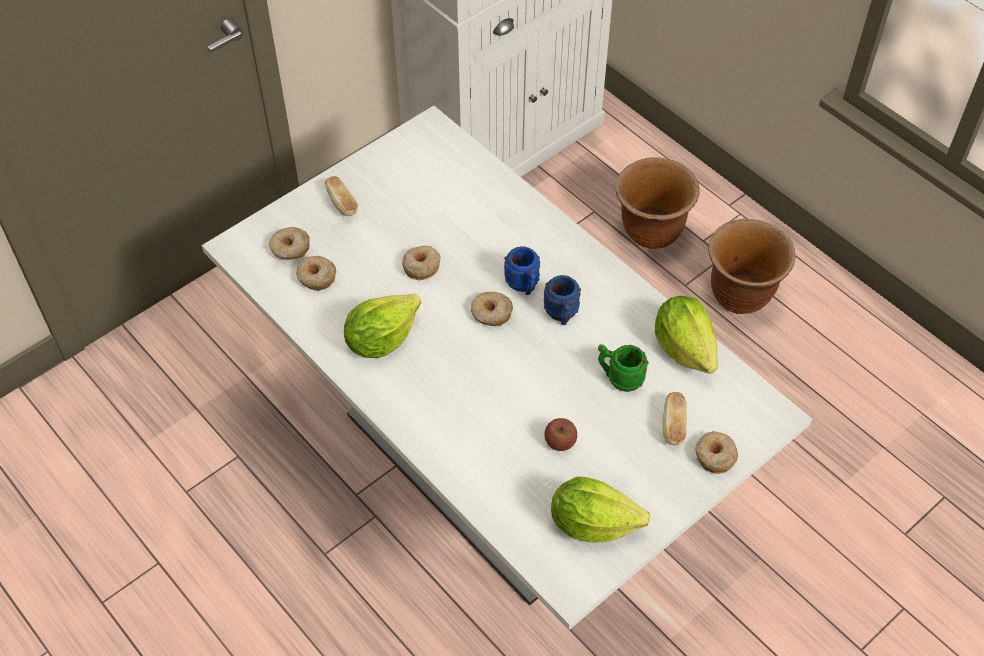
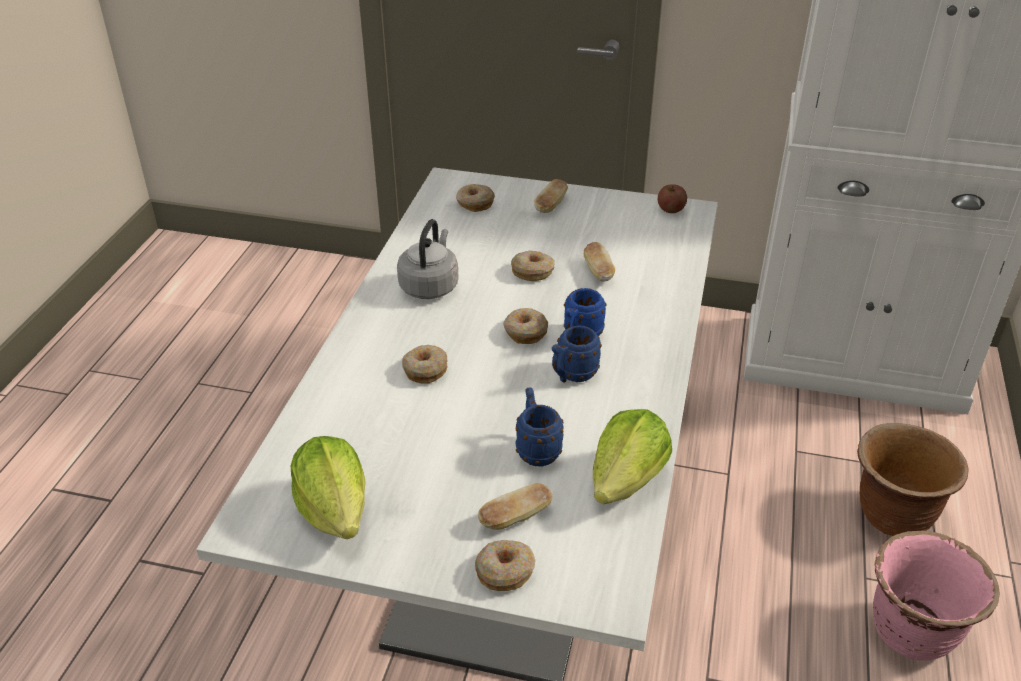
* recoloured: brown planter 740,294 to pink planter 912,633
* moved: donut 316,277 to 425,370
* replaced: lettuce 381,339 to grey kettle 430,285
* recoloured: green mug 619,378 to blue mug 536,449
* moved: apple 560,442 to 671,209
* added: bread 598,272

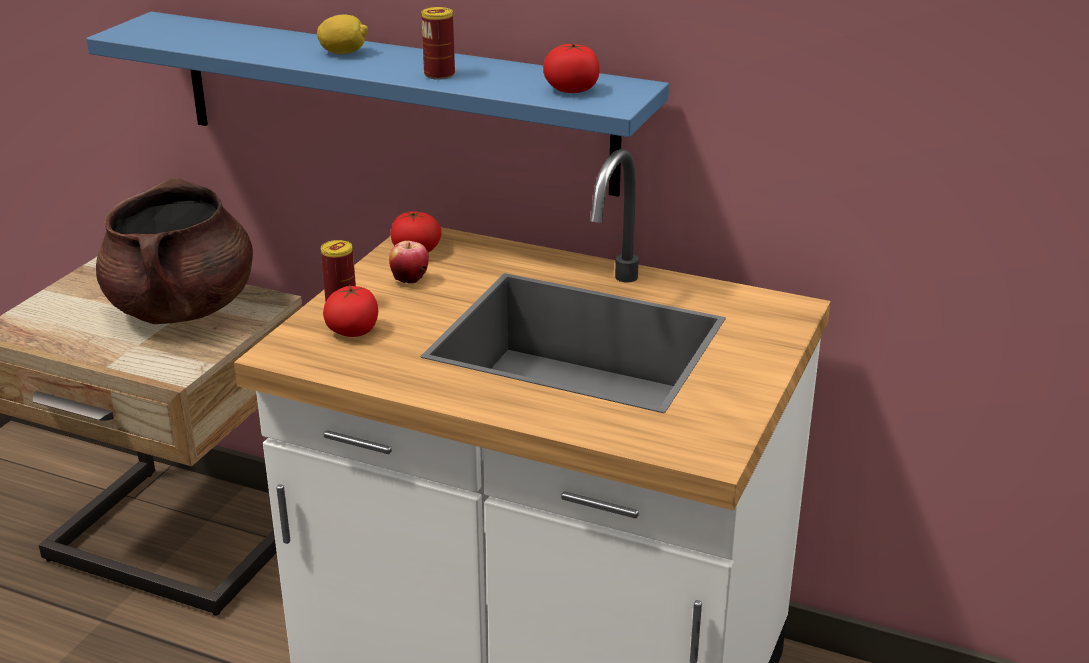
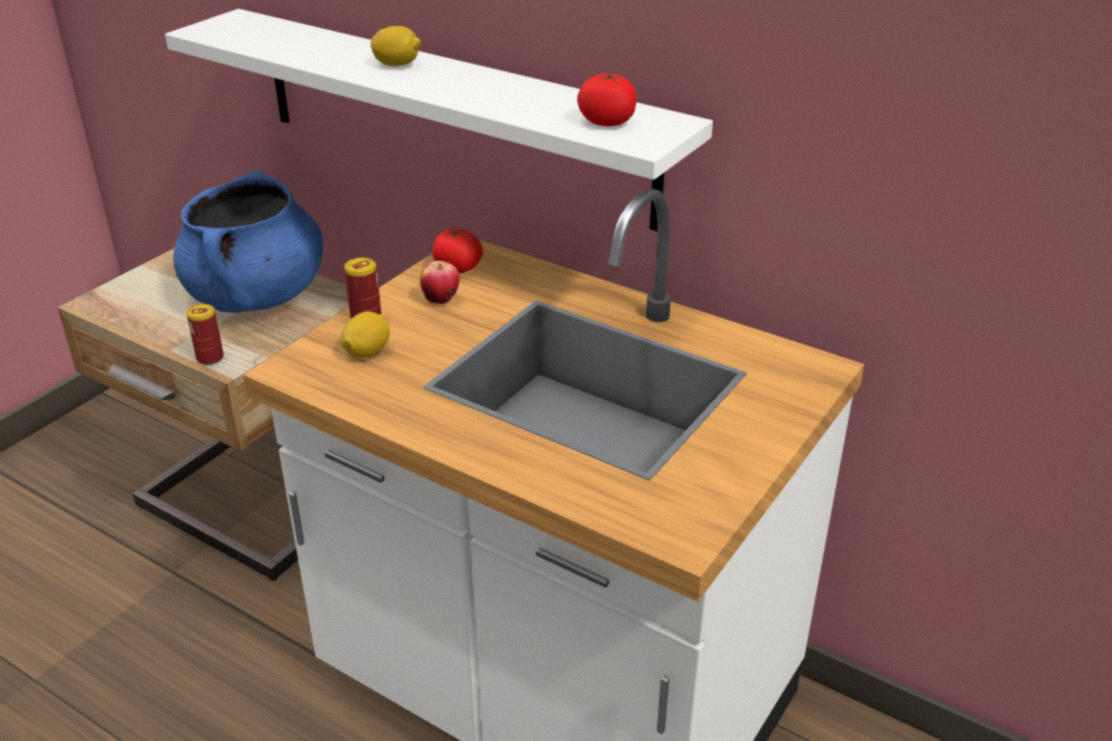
* moved: can 439,74 to 210,358
* recoloured: blue shelf 393,101 to white shelf 451,115
* recoloured: brown cooking pot 183,309 to blue cooking pot 257,296
* replaced: tomato 353,331 to lemon 367,352

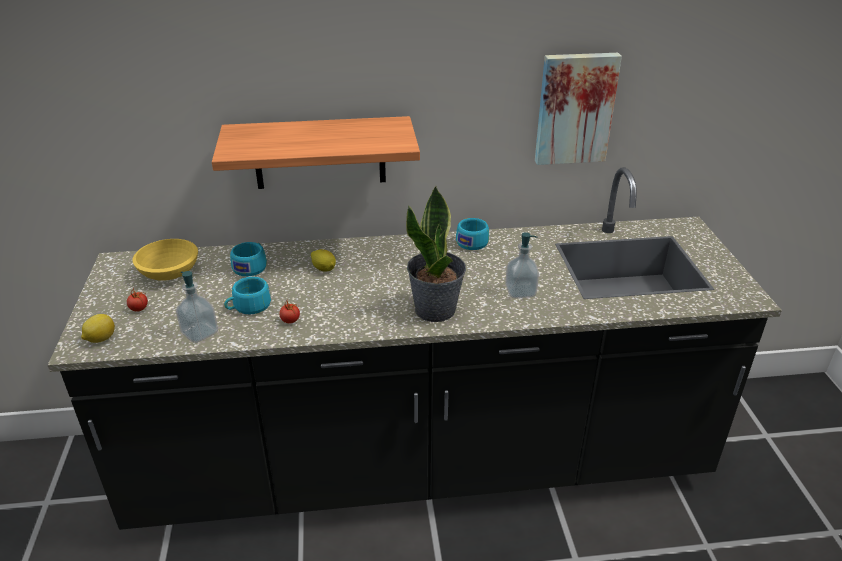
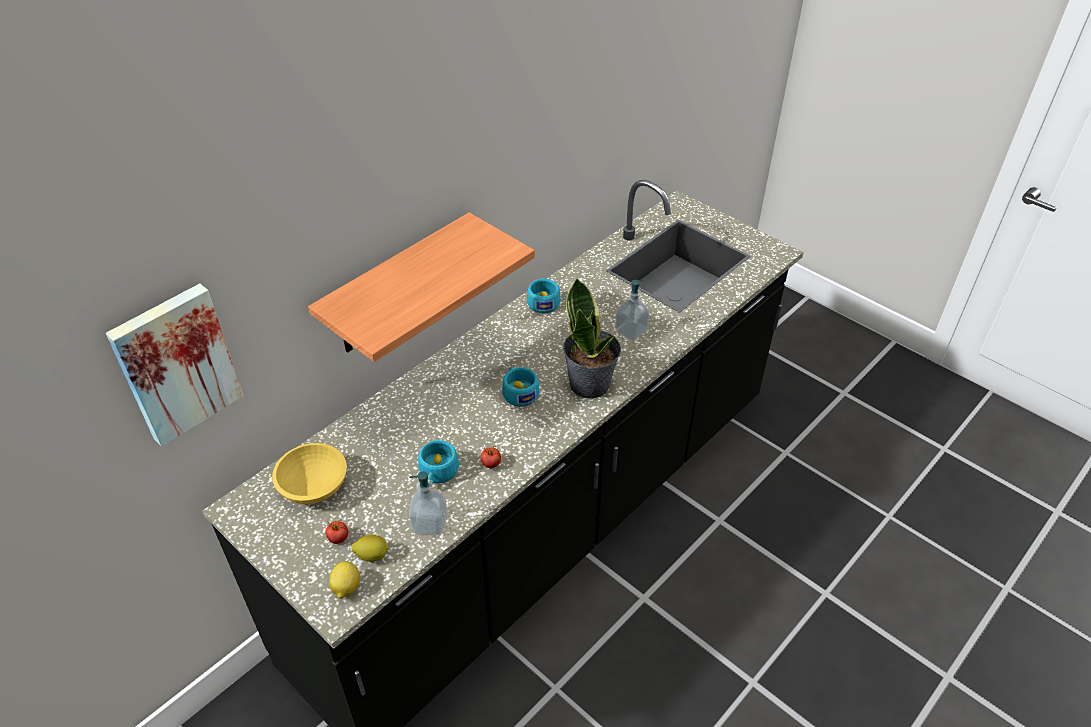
* moved: picture 574,108 to 176,363
* moved: turquoise cup 251,266 to 519,392
* moved: lemon 324,269 to 372,555

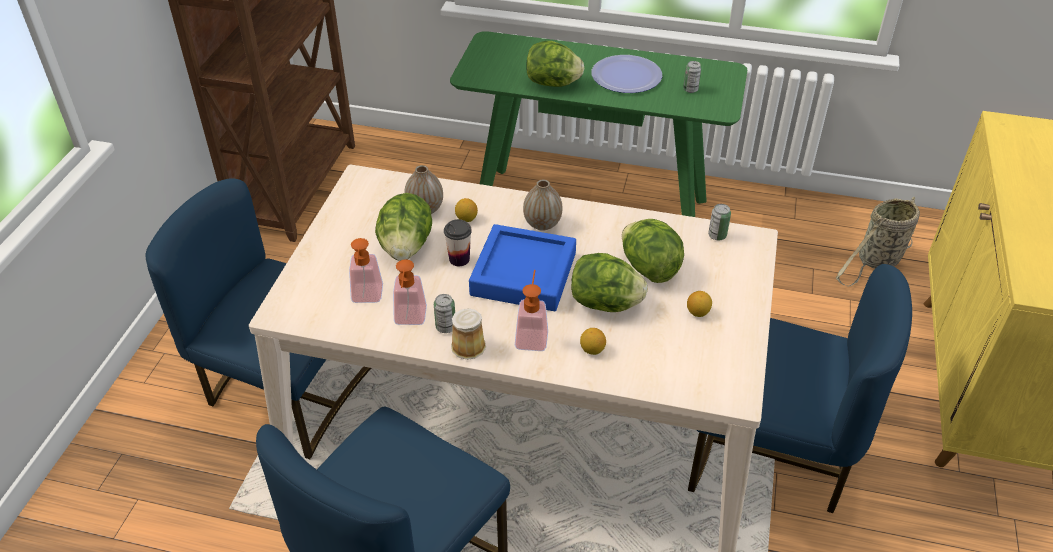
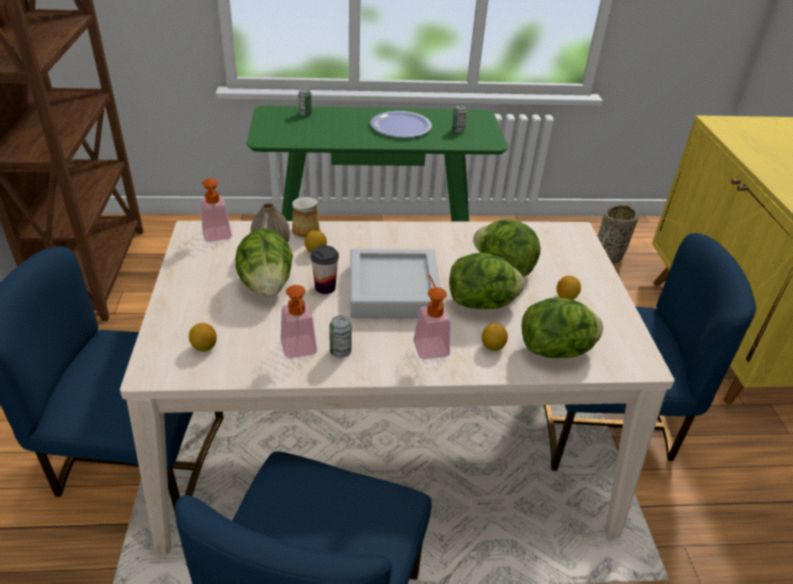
* moved: lettuce 553,83 to 556,350
* removed: vase 542,224
* moved: can 717,235 to 305,114
* recoloured: blue tray 523,274 to grey tray 393,290
* moved: soap dispenser 366,298 to 218,238
* moved: mug 469,345 to 305,231
* added: lemon 204,347

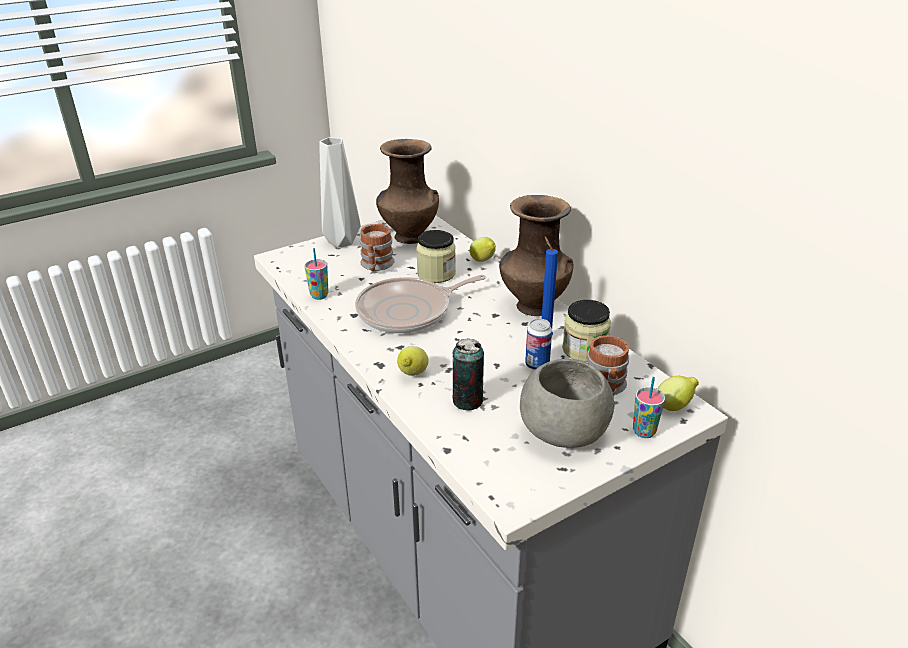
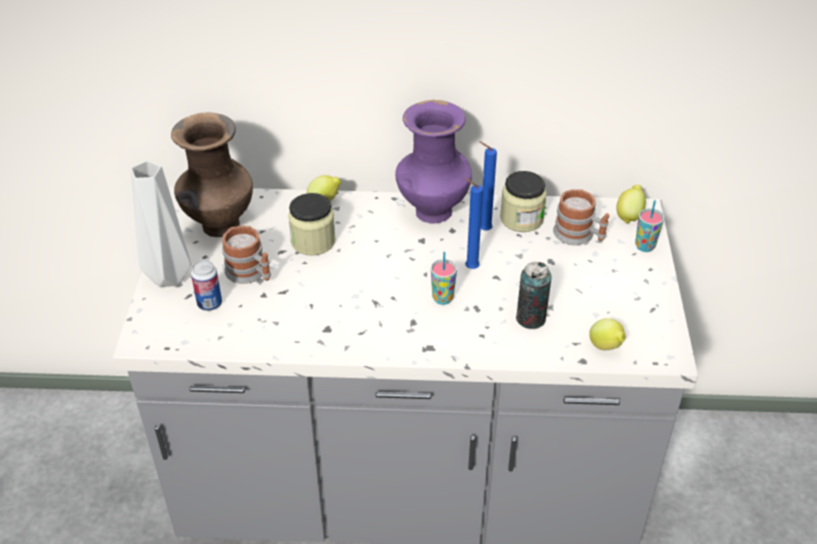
* recoloured: brown vase 532,306 to purple vase 432,212
* moved: cup 319,296 to 442,298
* removed: frying pan 408,311
* moved: can 537,365 to 209,303
* moved: lemon 412,375 to 606,347
* removed: grey bowl 563,432
* added: blue candle 469,268

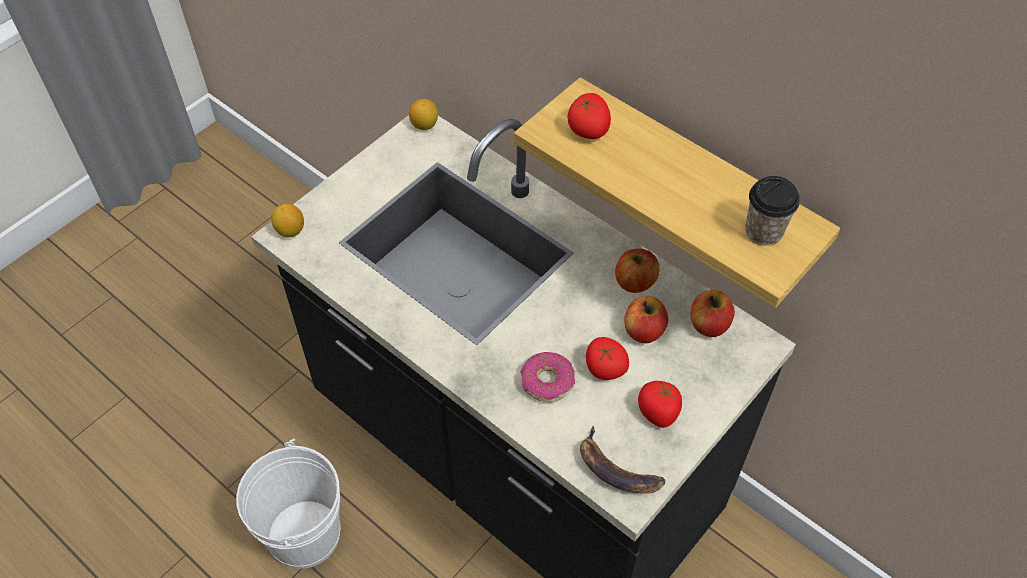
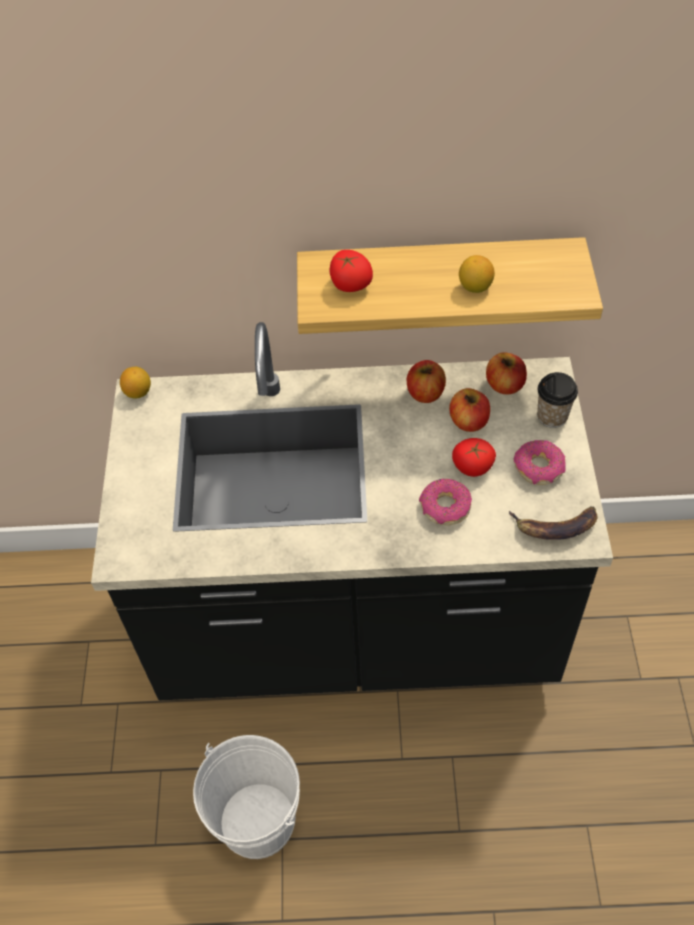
* moved: cup 763,231 to 552,416
* moved: lemon 290,231 to 475,287
* replaced: tomato 658,413 to donut 538,468

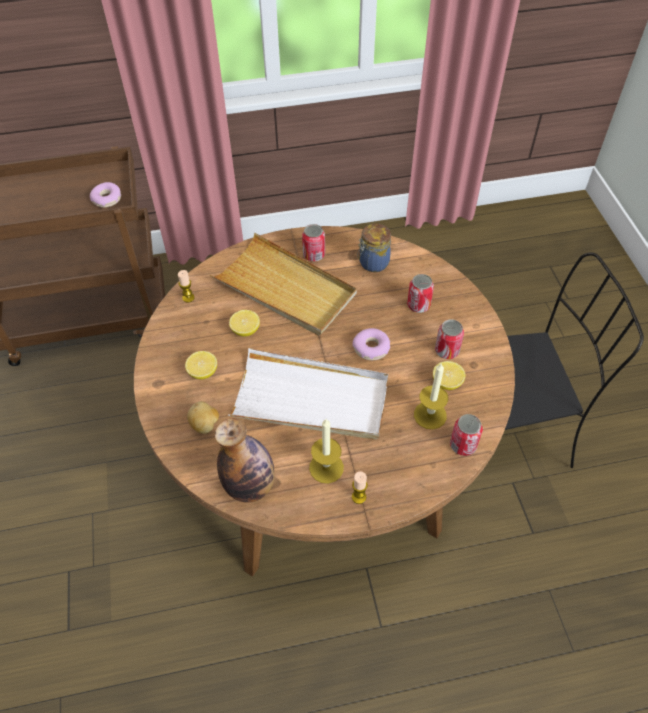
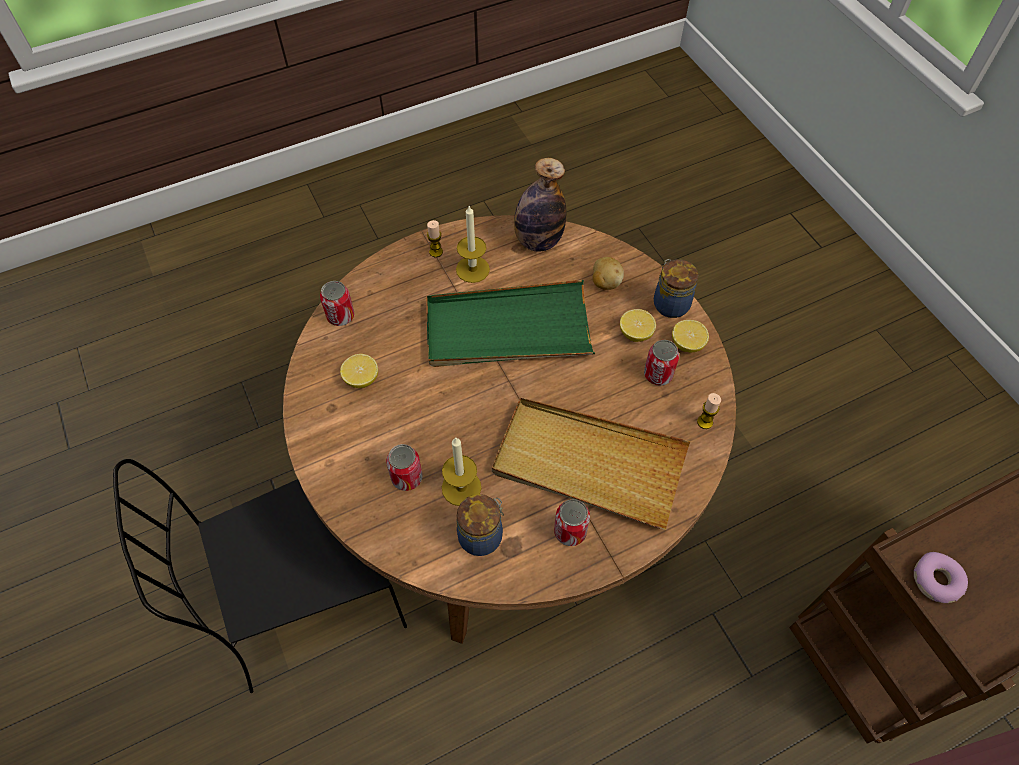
* moved: lemon 245,330 to 687,344
* moved: can 447,350 to 658,374
* removed: donut 371,348
* recoloured: white tray 311,399 to green tray 507,329
* moved: candle 430,415 to 461,487
* added: jar 670,303

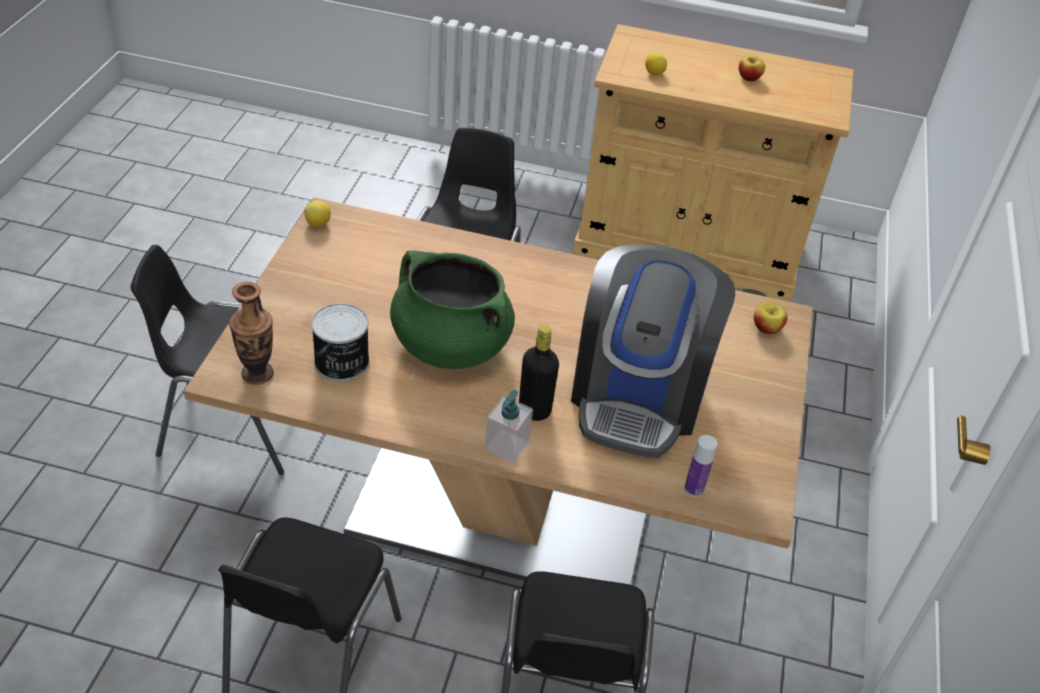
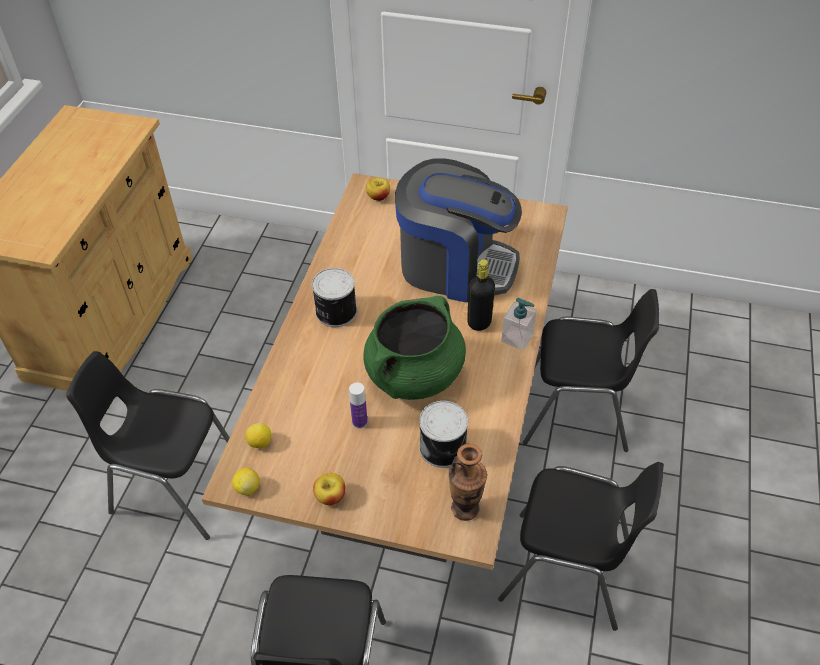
* moved: lemon 654,73 to 260,443
* moved: apple 749,78 to 330,496
* moved: bottle 694,488 to 359,422
* added: can 335,312

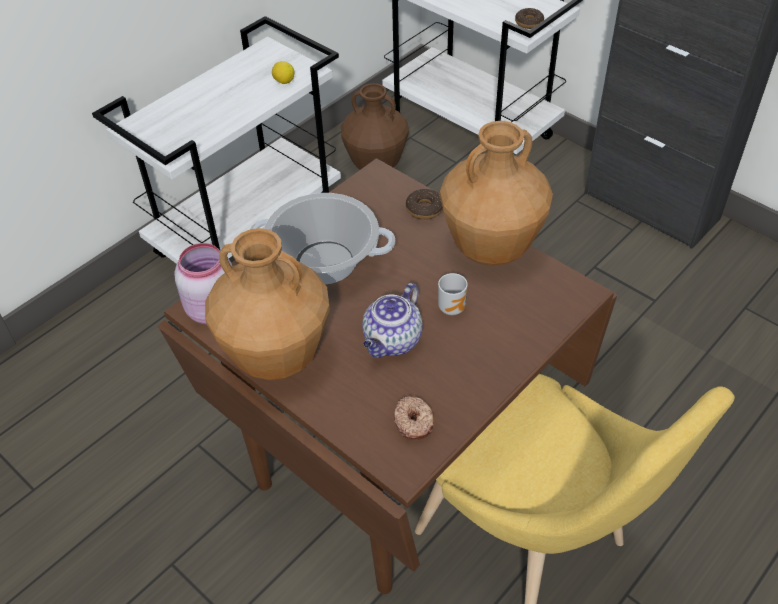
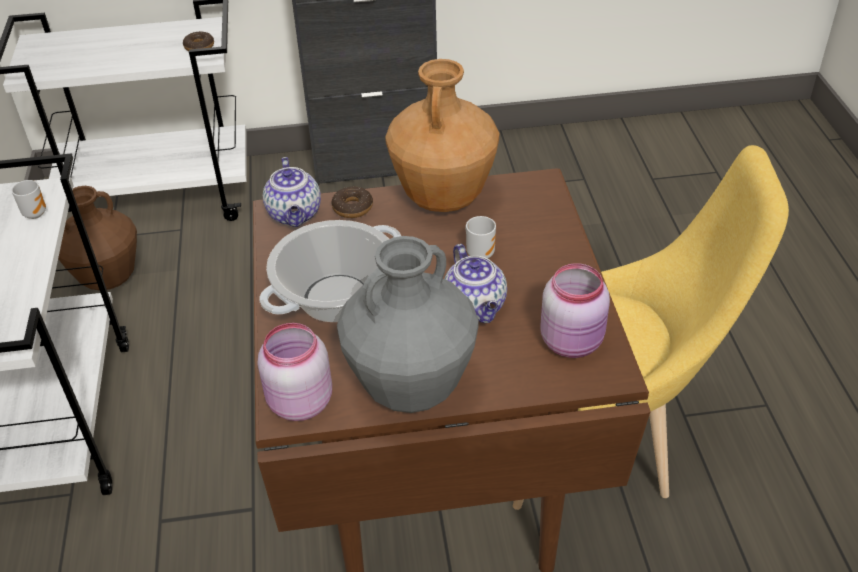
* replaced: lemon 284,82 to mug 35,213
* recoloured: brown vase 276,357 to grey vase 410,389
* replaced: donut 414,422 to pink jar 573,342
* added: teapot 295,215

